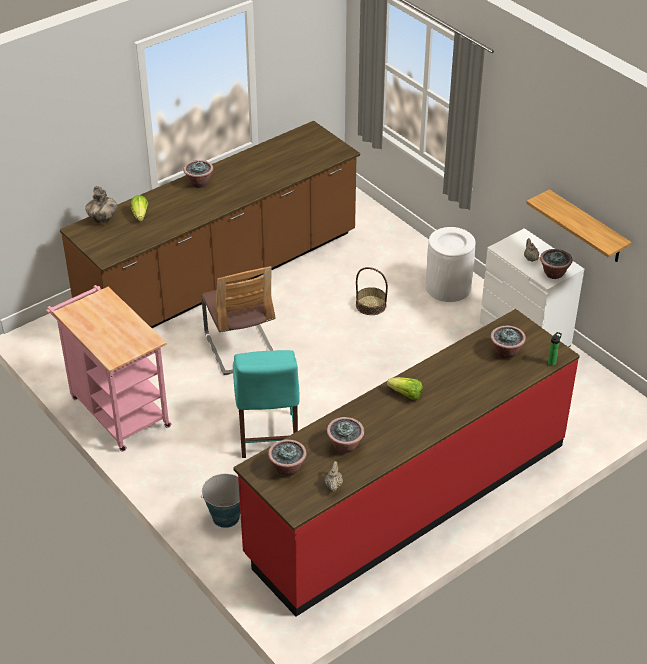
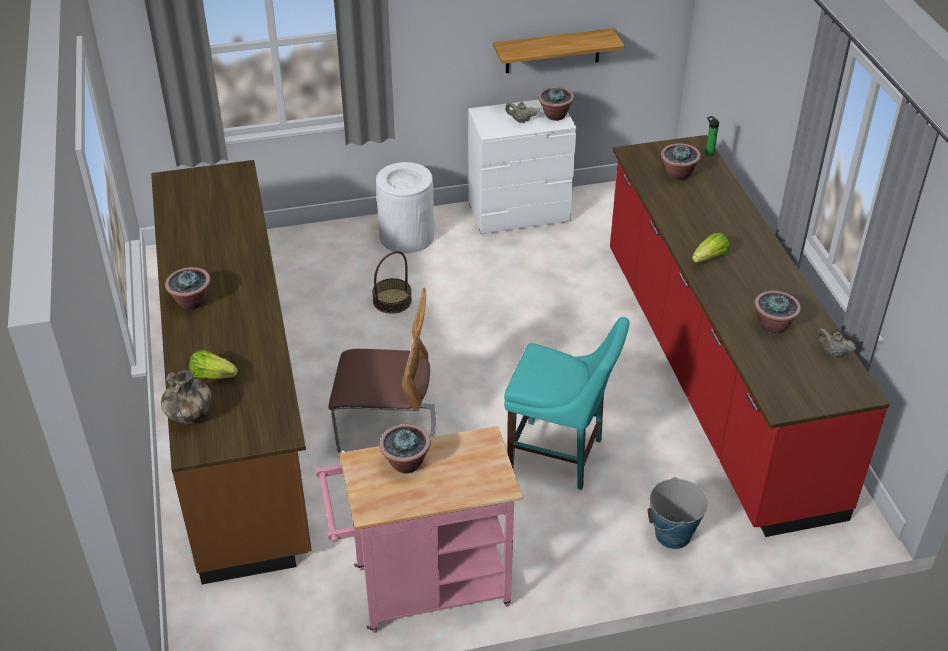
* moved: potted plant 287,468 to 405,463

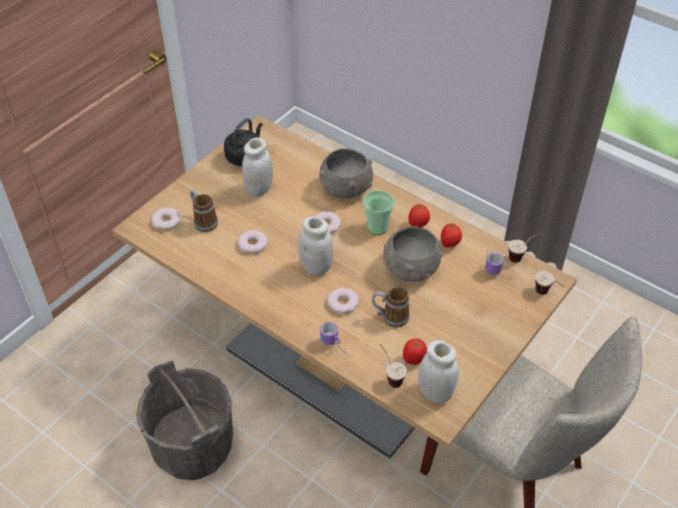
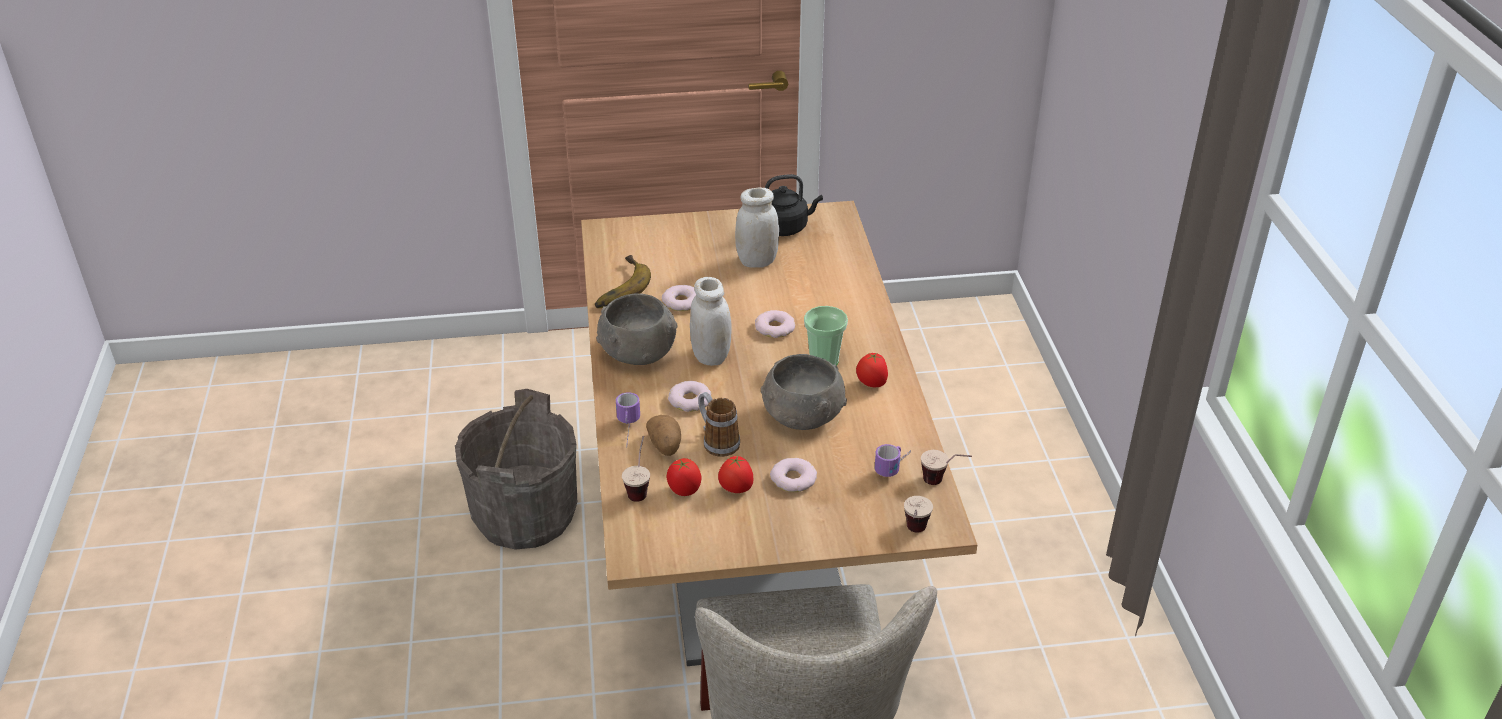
* moved: grey bowl 345,188 to 638,352
* removed: mug 203,221
* moved: donut 166,221 to 793,479
* moved: tomato 450,244 to 736,489
* removed: white jar 435,392
* added: banana 617,287
* added: potato 665,446

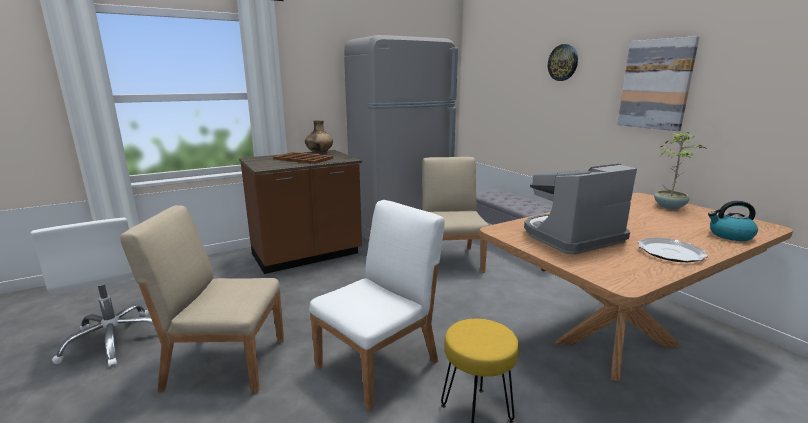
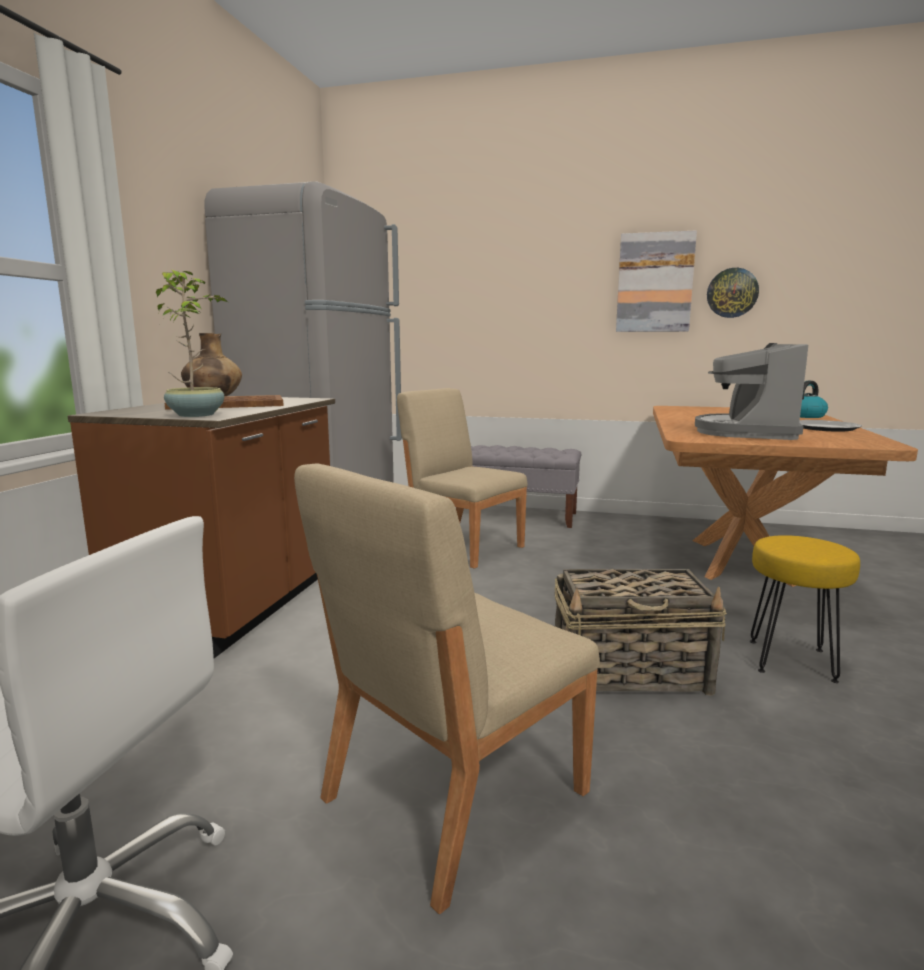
* moved: wall clock 563,62 to 732,293
* moved: potted plant 670,206 to 197,415
* replaced: white chair 379,364 to basket 631,672

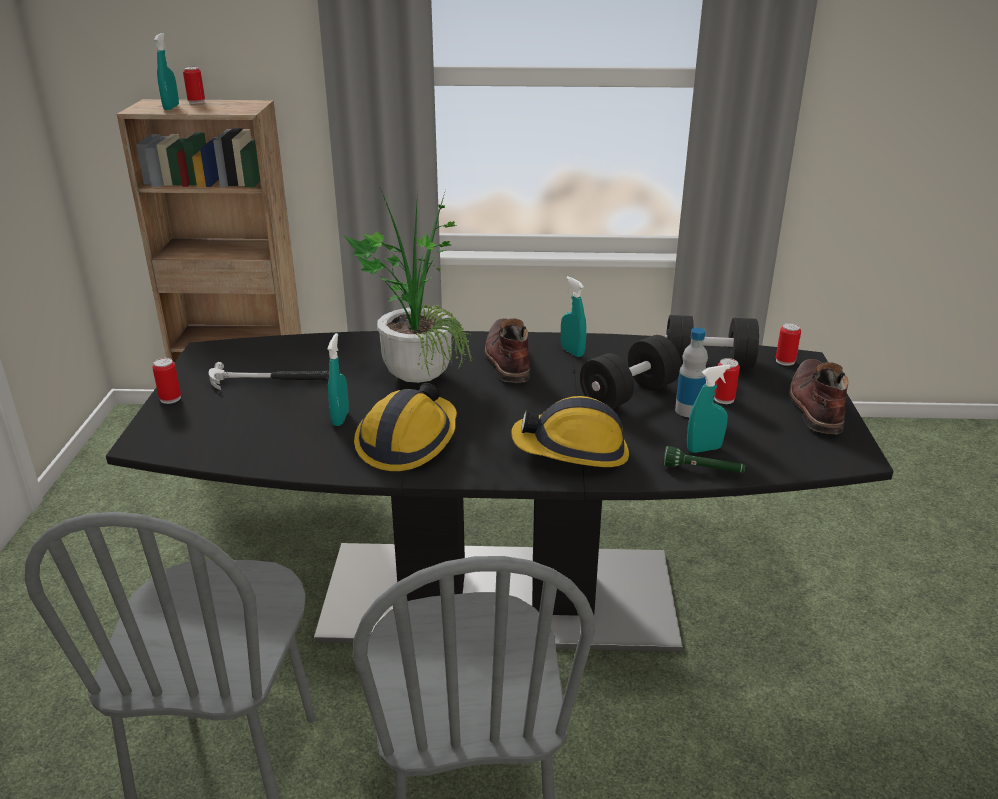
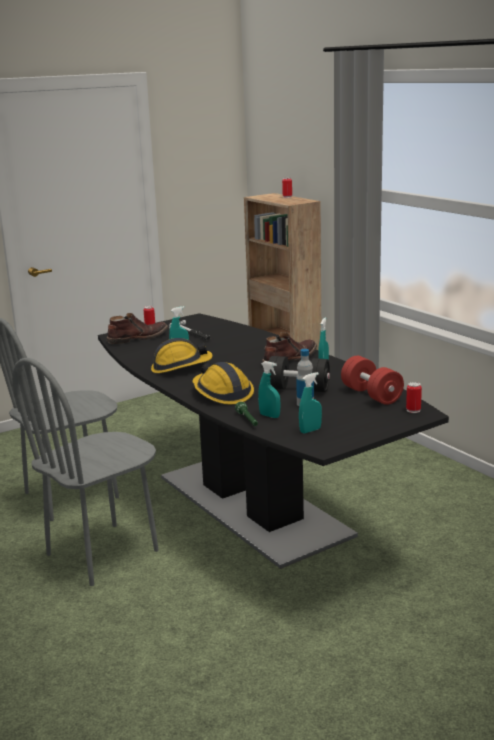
* moved: turquoise spray bottle 171,107 to 310,430
* removed: potted plant 418,369
* recoloured: black dumbbell 708,363 to red dumbbell 371,395
* removed: can 724,399
* moved: brown boot 815,405 to 137,338

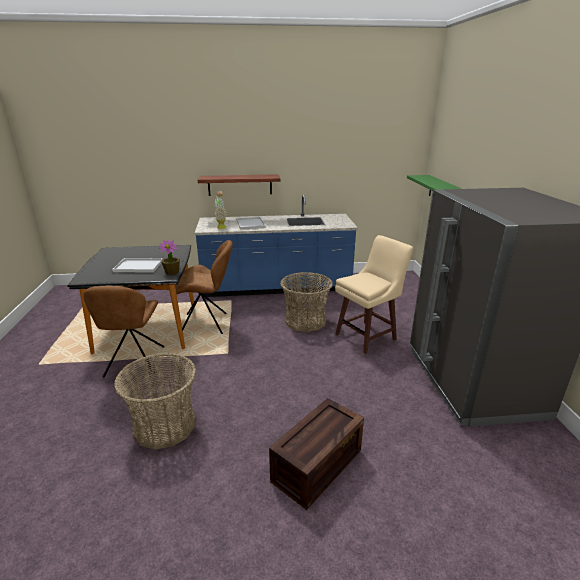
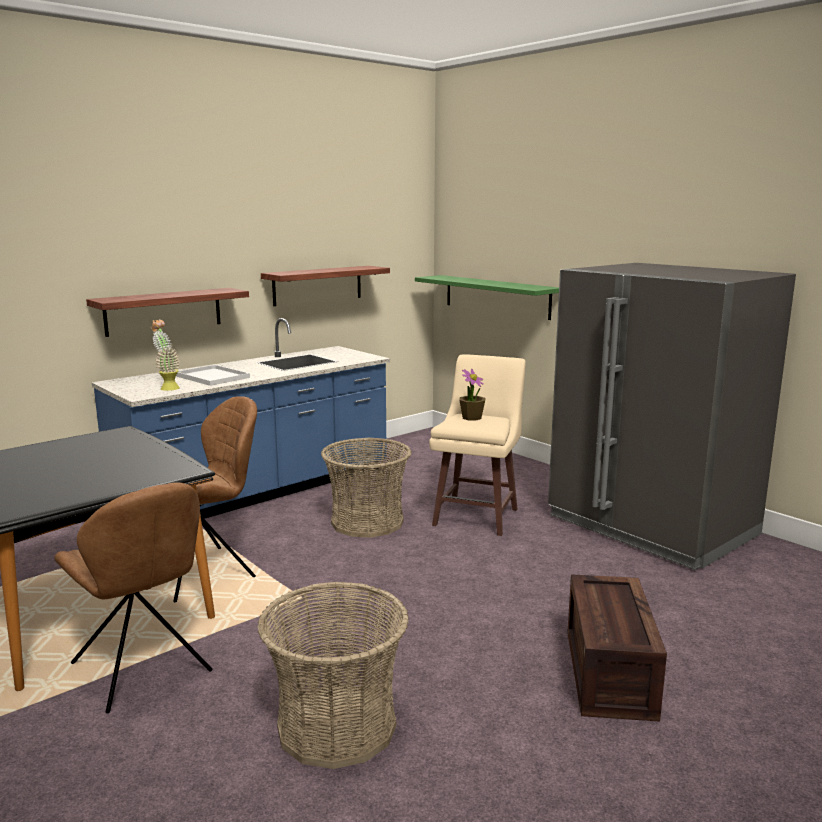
* moved: potted plant 172,272 to 472,417
* removed: white tray 139,266
* added: shelf 317,285

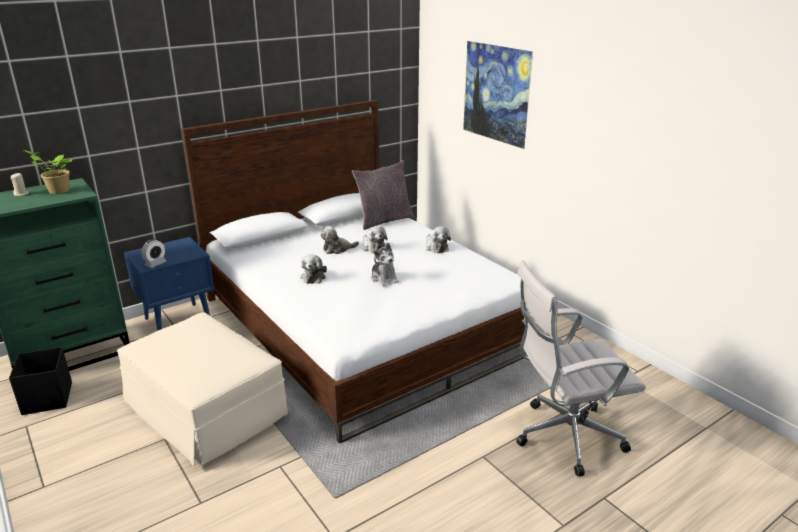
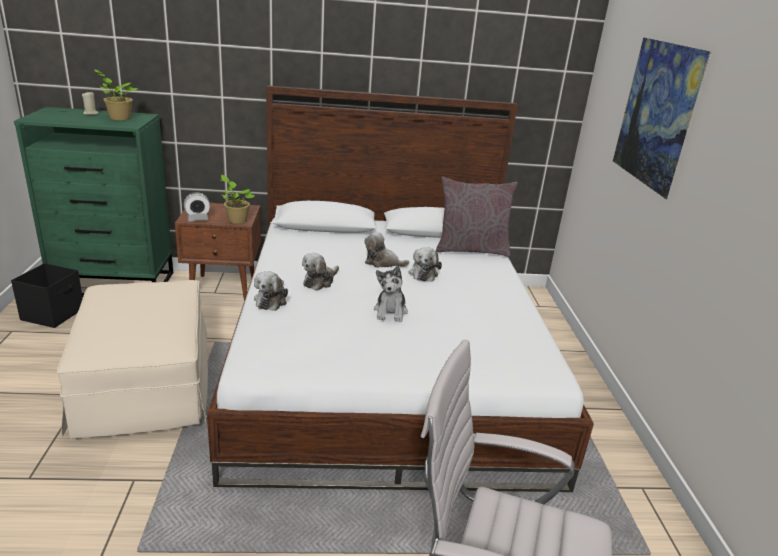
* moved: plush toy 436,247 to 271,300
* recoloured: blue nightstand 179,321 to brown nightstand 224,288
* added: potted plant 236,220

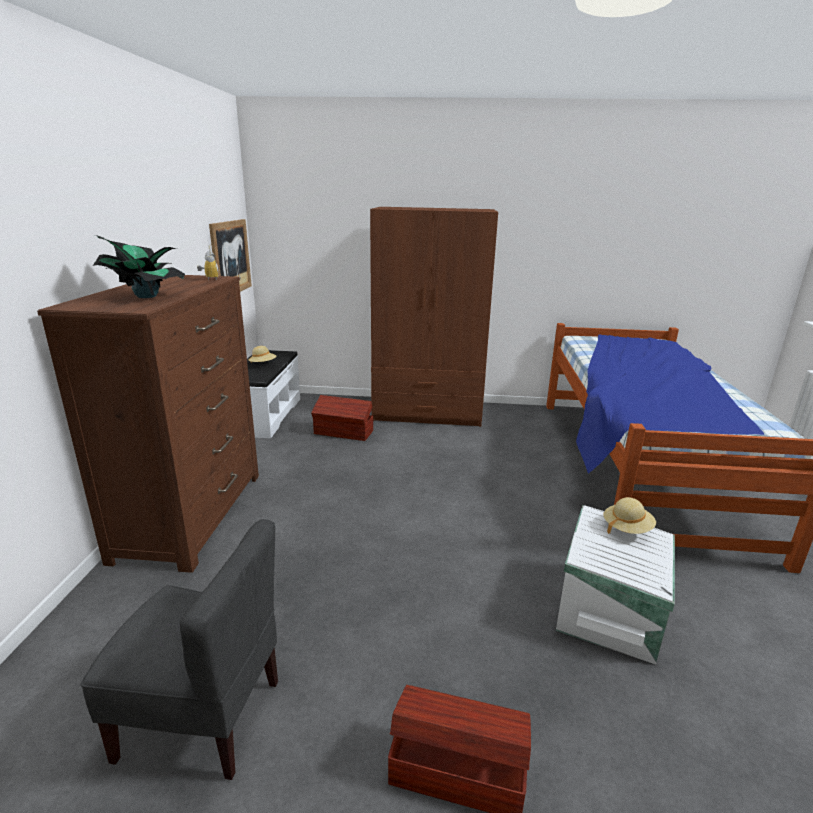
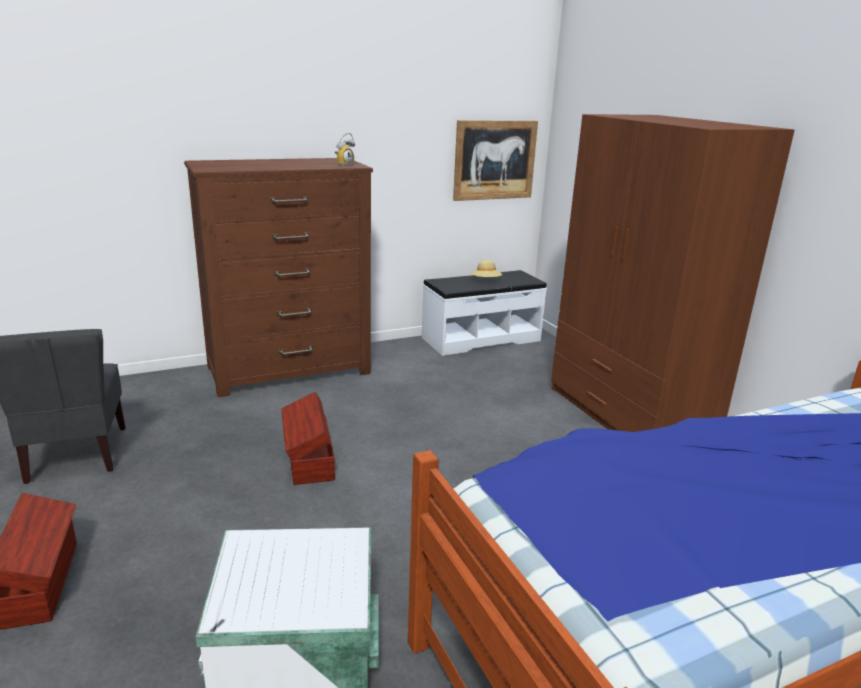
* removed: potted plant 146,296
* moved: brown storage box 344,432 to 309,459
* removed: beige hat 627,528

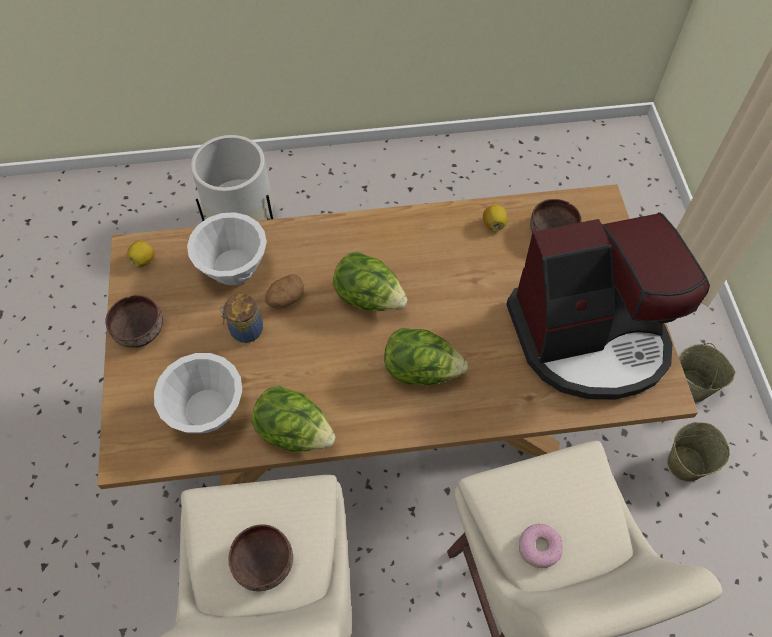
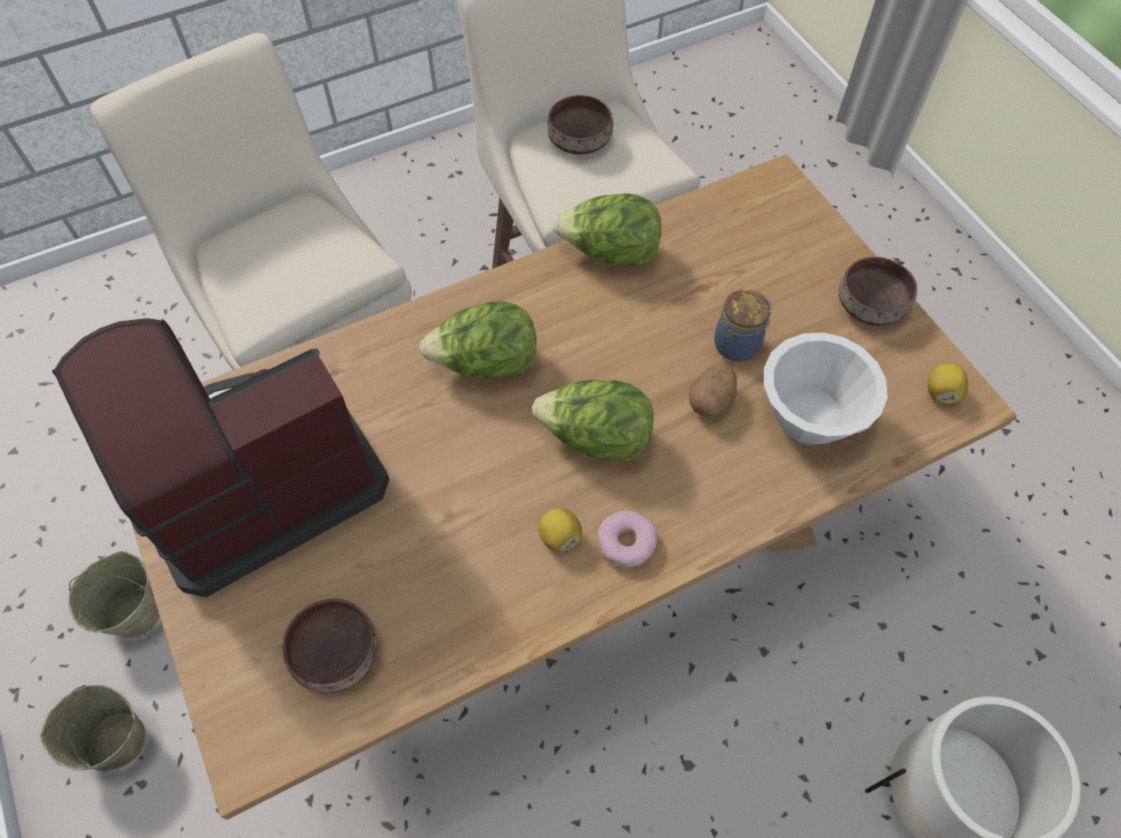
* moved: lemon 494,224 to 559,537
* removed: white bowl 208,413
* moved: donut 539,548 to 626,542

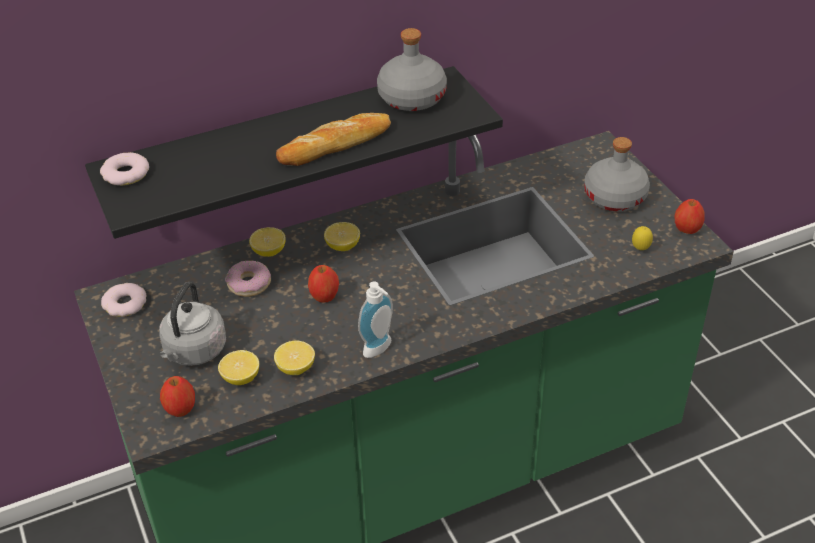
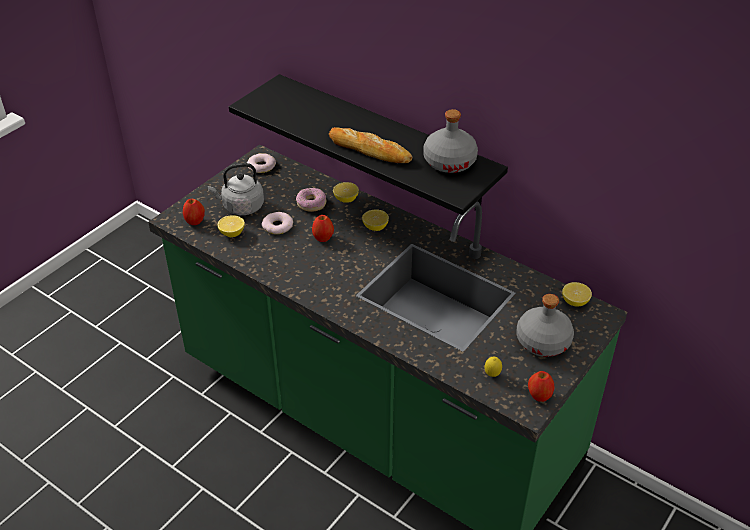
* moved: donut 126,174 to 277,226
* removed: soap dispenser 380,350
* moved: lemon 295,368 to 575,302

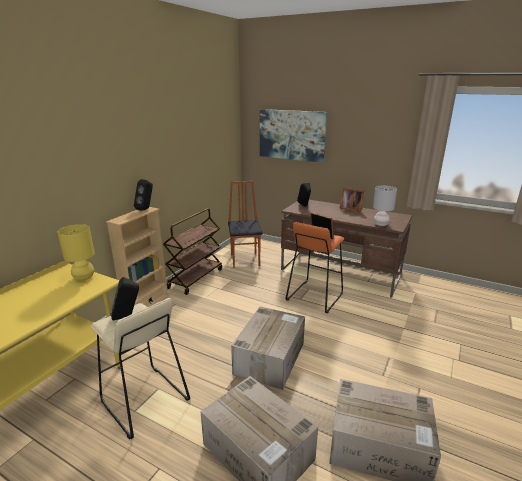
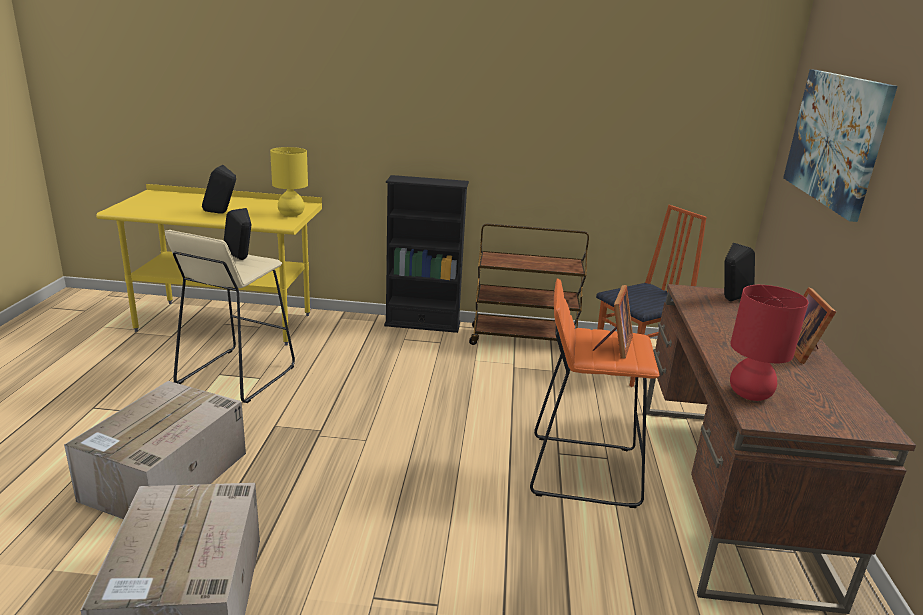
* moved: black speaker 146,209 to 221,213
* recoloured: grey table lamp 381,224 to red table lamp 749,394
* recoloured: beige bookcase 146,304 to black bookcase 422,324
* removed: cardboard box 270,357

